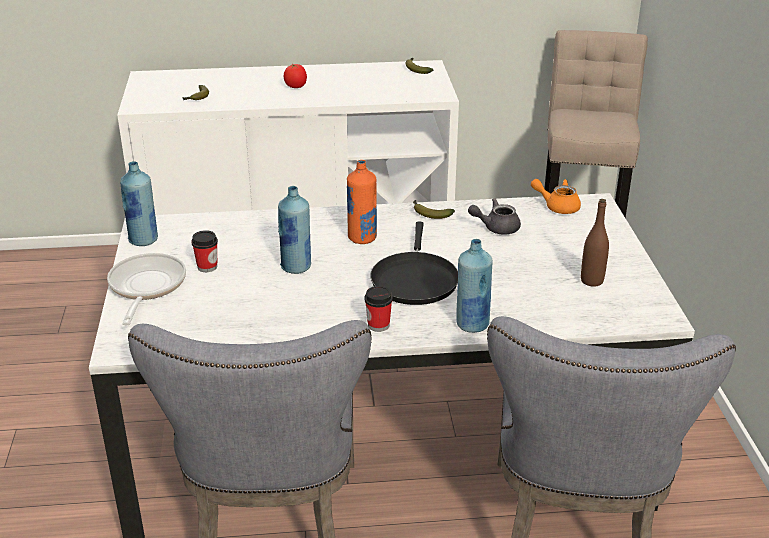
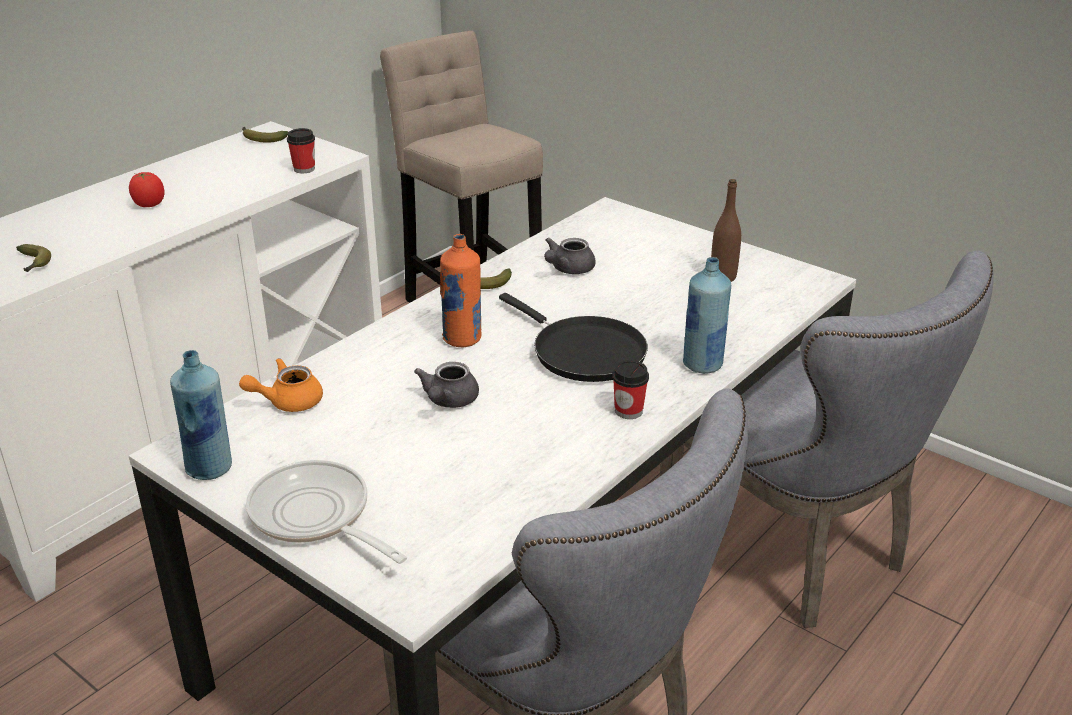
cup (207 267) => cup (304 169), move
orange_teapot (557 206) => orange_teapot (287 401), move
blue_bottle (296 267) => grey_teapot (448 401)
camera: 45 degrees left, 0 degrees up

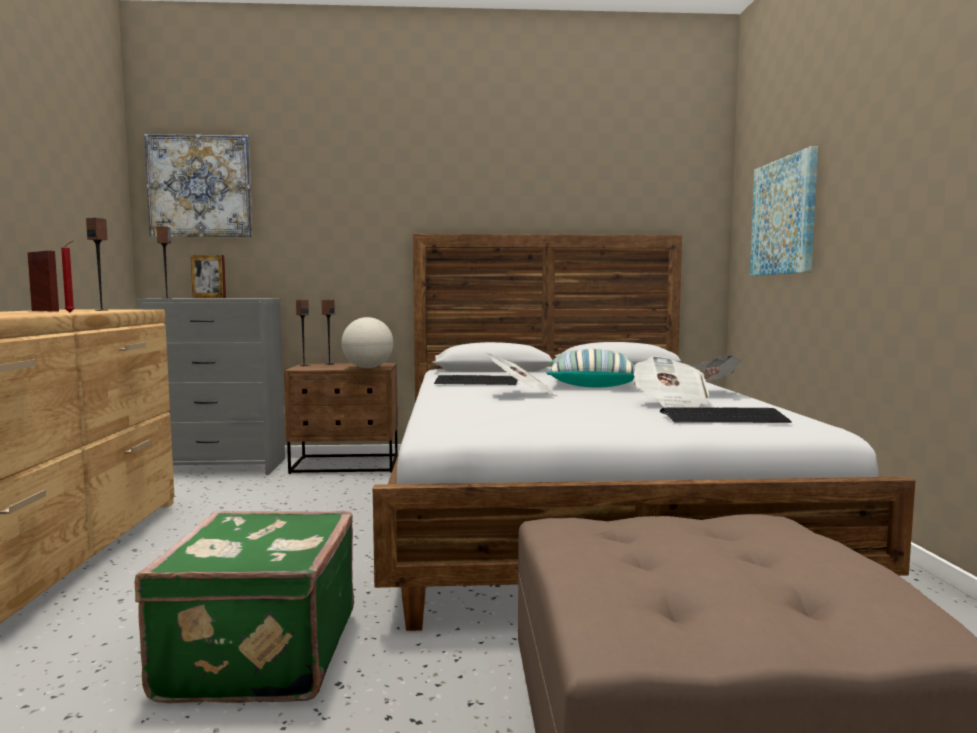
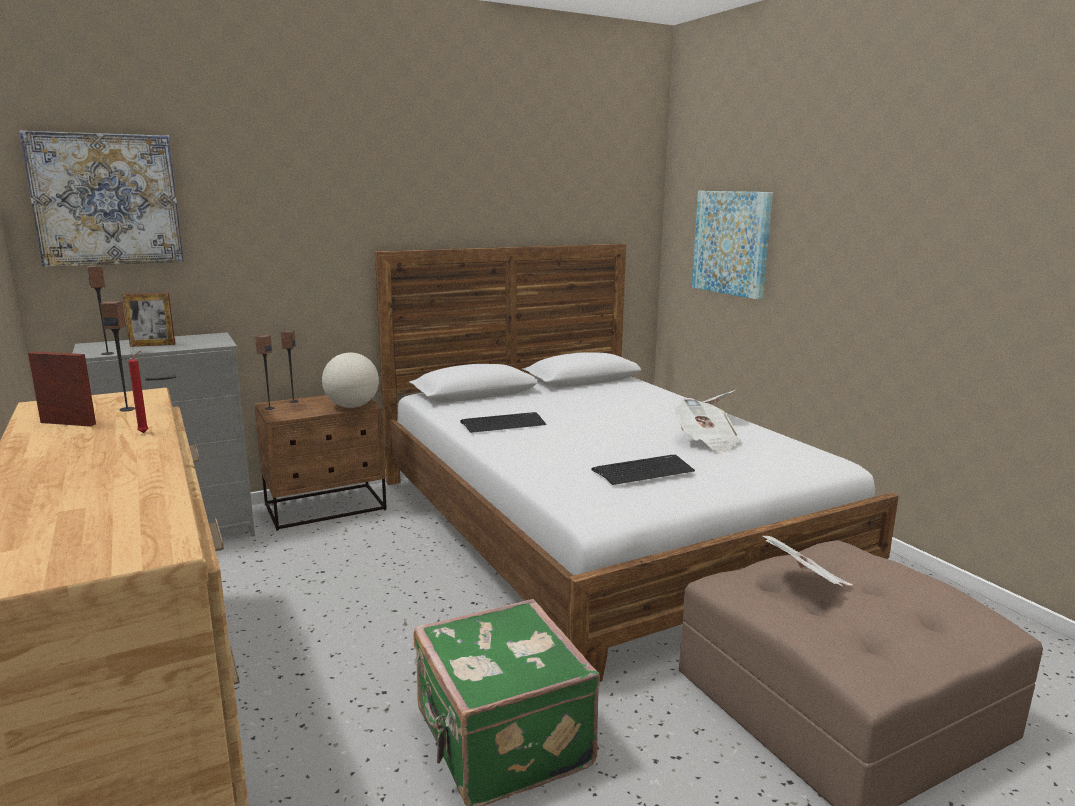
pillow (591 385) => nothing
newspaper (522 394) => newspaper (805 583), move
keyboard (724 418) => keyboard (643 471), move
camera: 25 degrees left, 10 degrees up

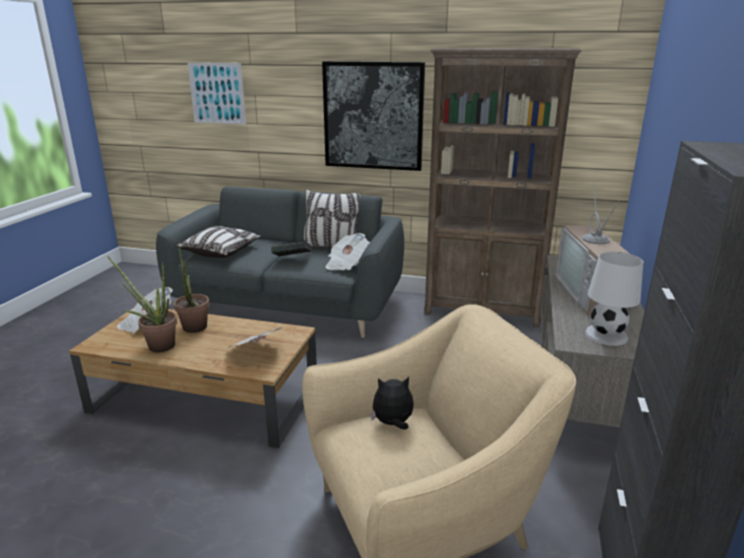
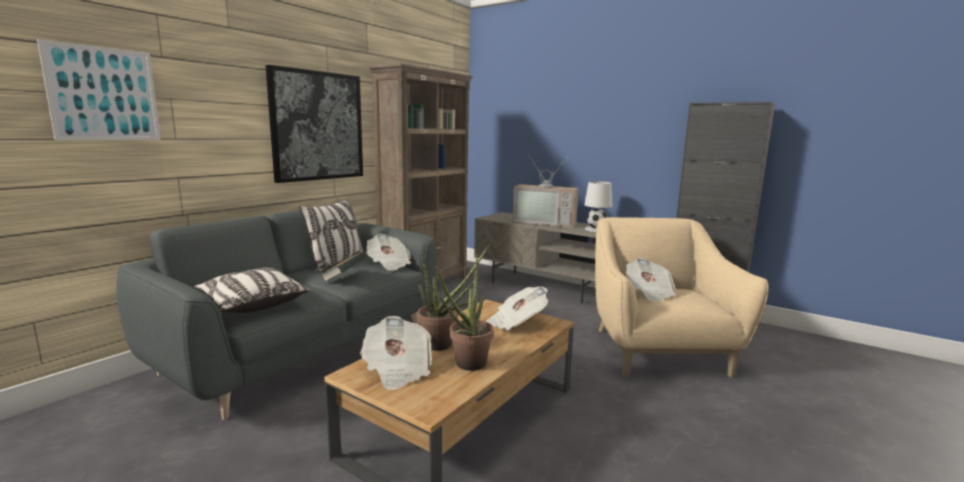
plush_toy (393 424) => newspaper (649 293)
camera: 70 degrees left, 10 degrees down

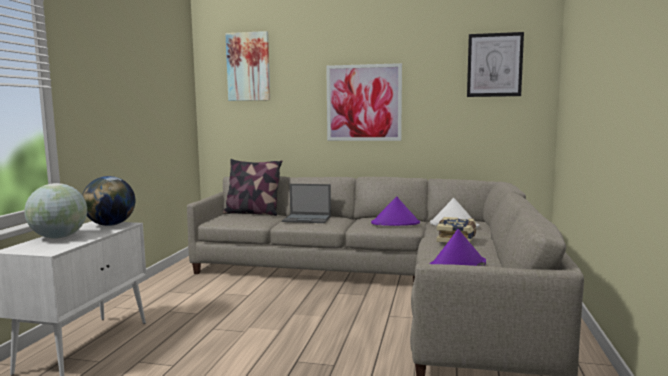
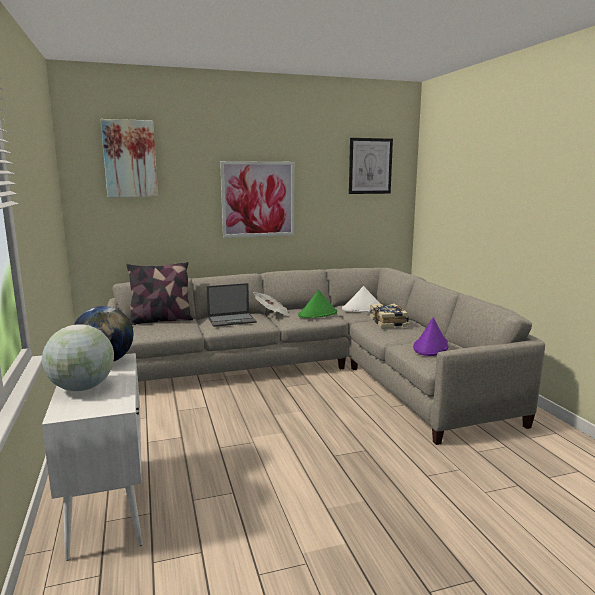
nothing => newspaper (272 313)
purple_hat (395 223) => green_hat (318 314)
camera: 30 degrees left, 5 degrees up

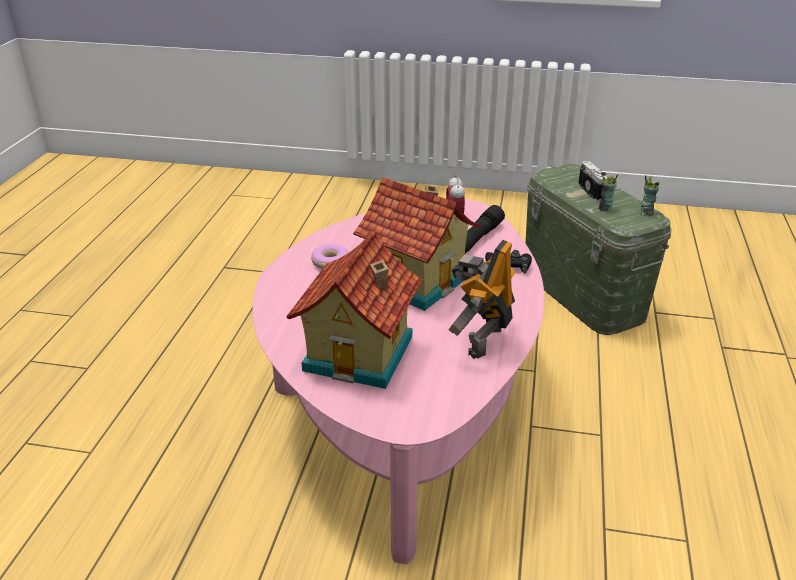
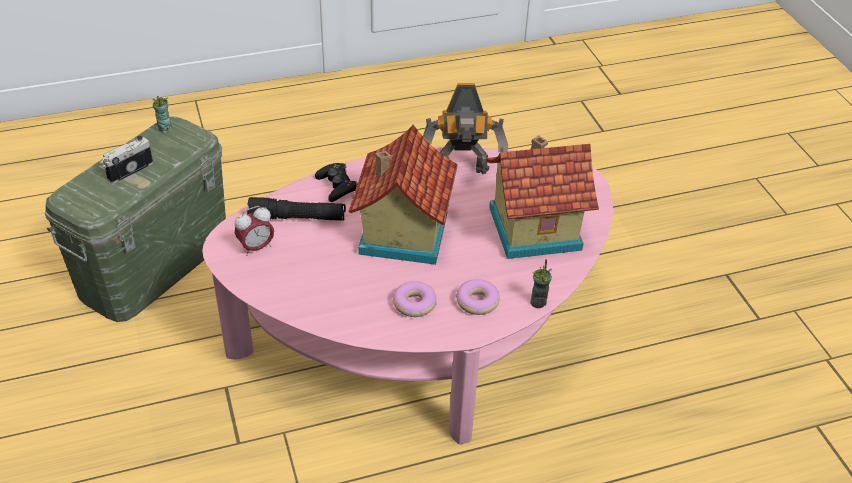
nothing => donut (477 301)
cup (605 209) => cup (538 302), move
camera: 120 degrees left, 10 degrees up

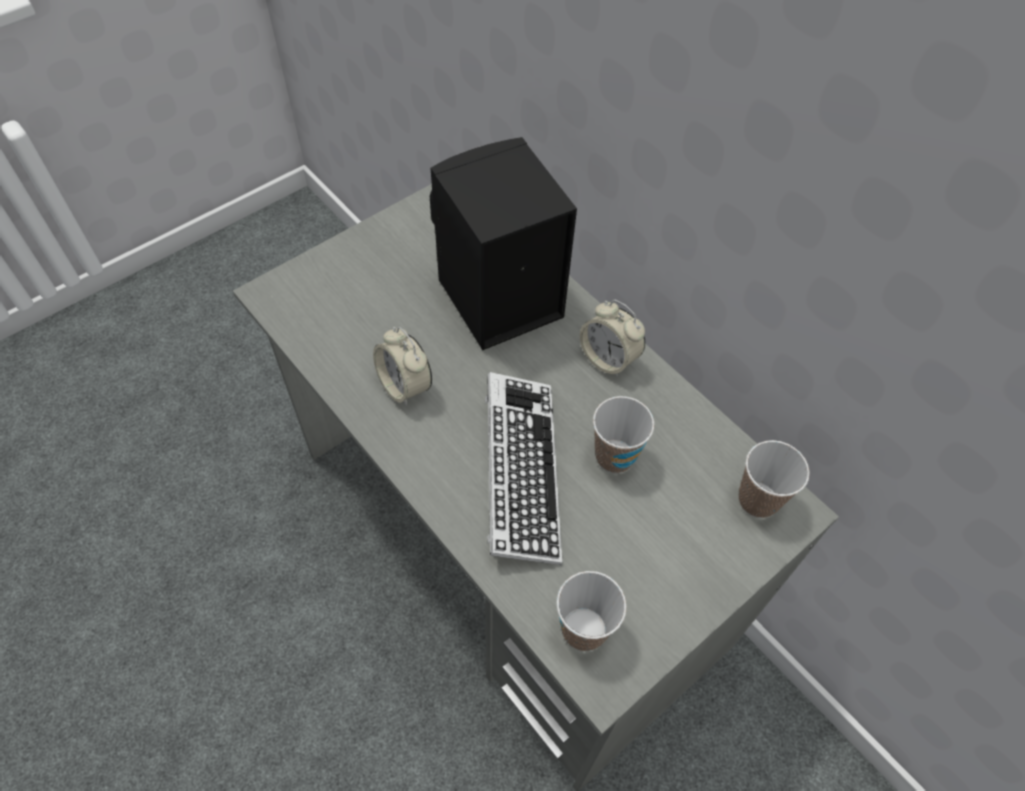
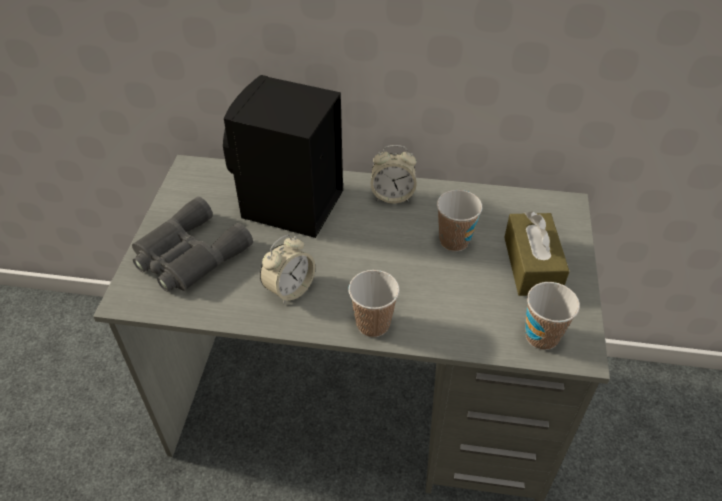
keyboard (520 471) => nothing
nothing => grey_binoculars (188 255)
nothing => brown_tissue_box (531 265)
cup (758 500) => cup (373 324), move
alarm_clock (405 386) => alarm_clock (289 289), 60 degrees counterclockwise
camera: 40 degrees left, 10 degrees down

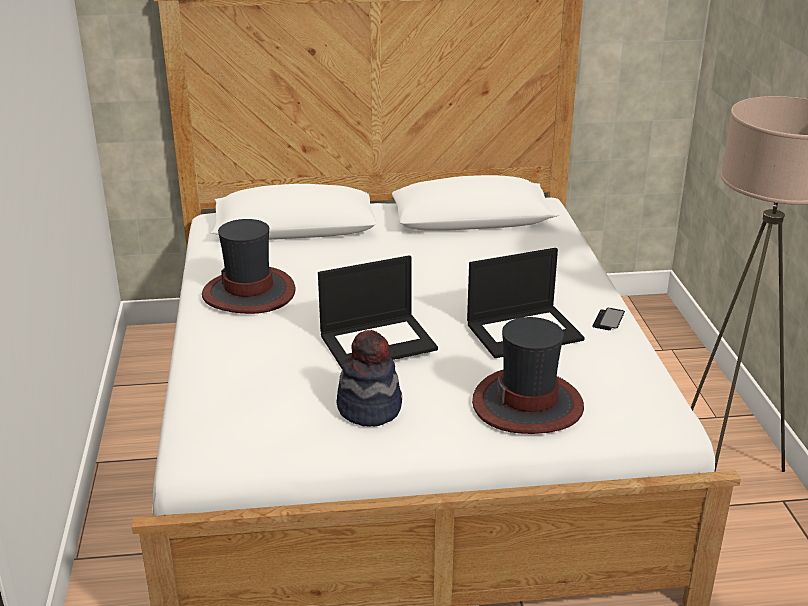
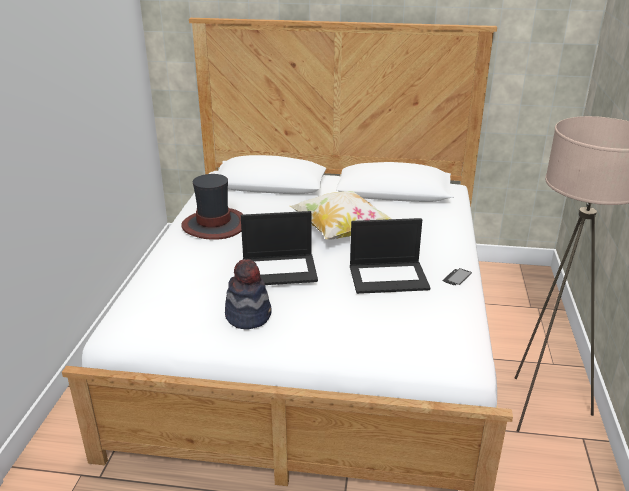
hat (528 404) => nothing
nothing => pillow (340 231)
camera: 15 degrees right, 0 degrees up

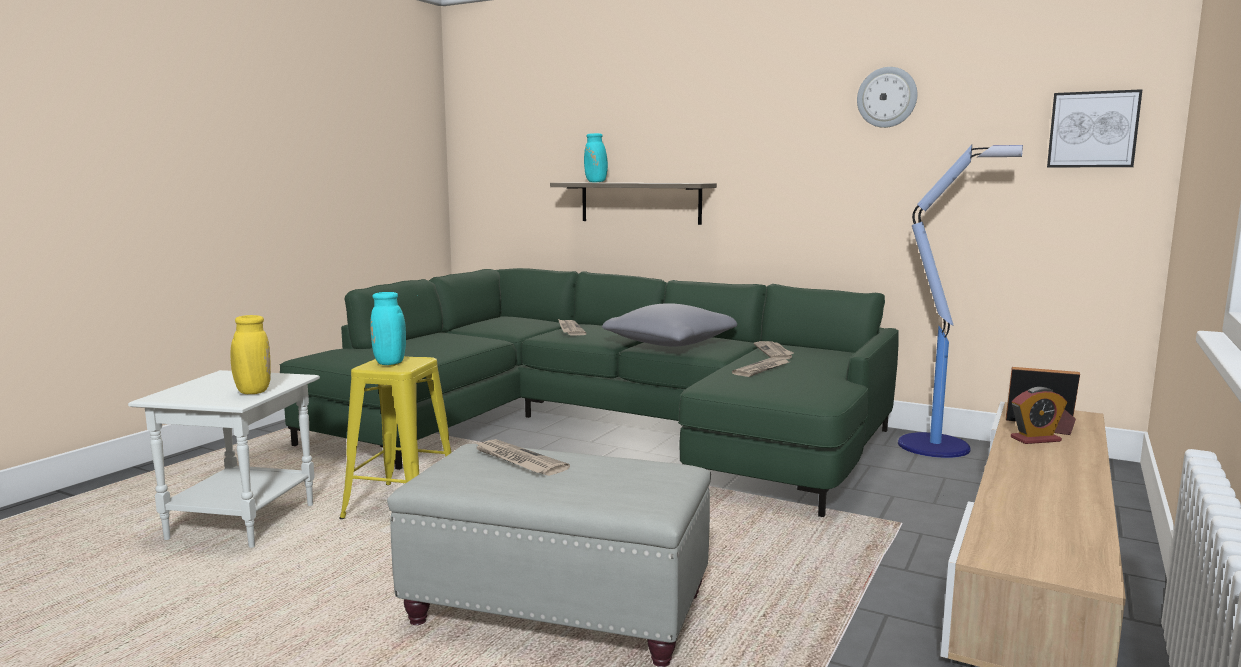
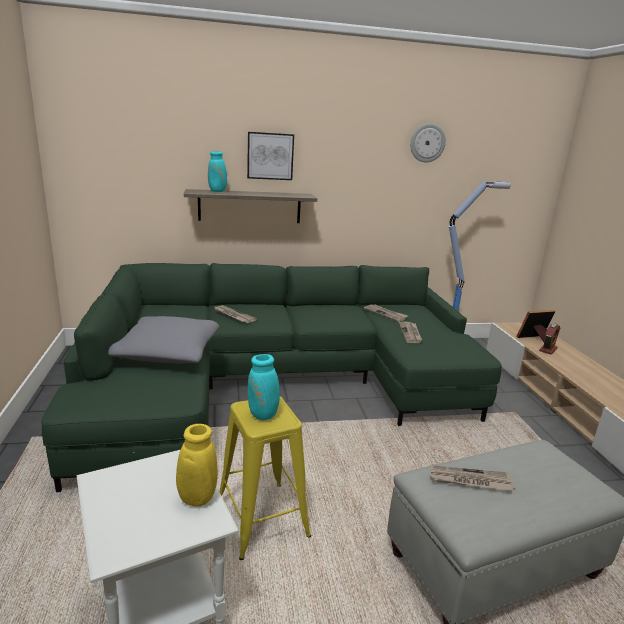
grey_pillow (670 343) => grey_pillow (168 353), move
picture (1093 129) => picture (270 156), move
camera: 40 degrees left, 10 degrees up

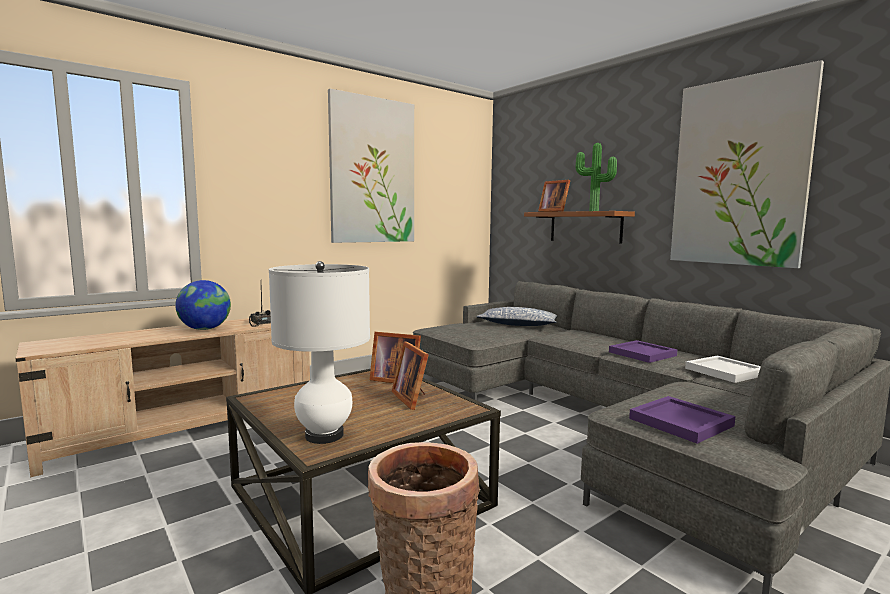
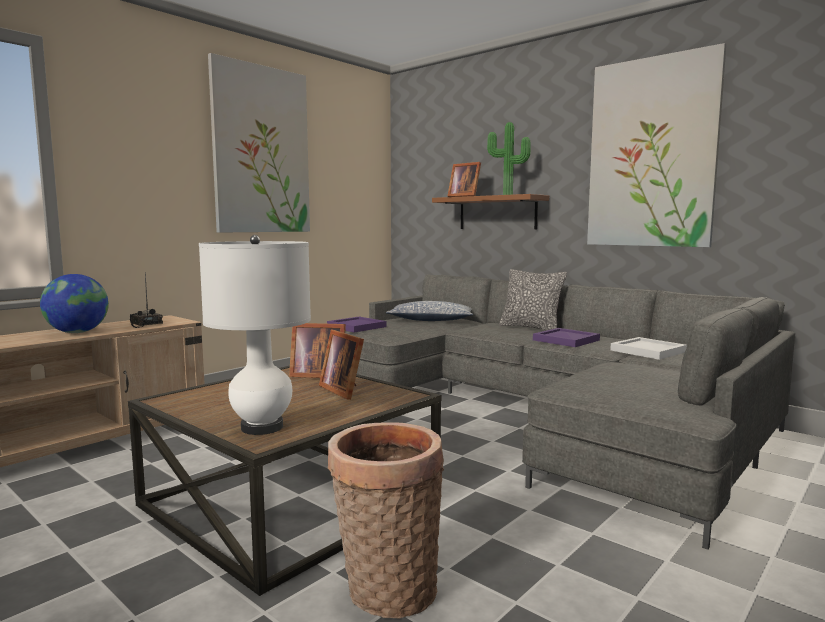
nothing => pillow (531 328)
purple_tray (679 422) => purple_tray (355 327), move
camera: 10 degrees left, 0 degrees up

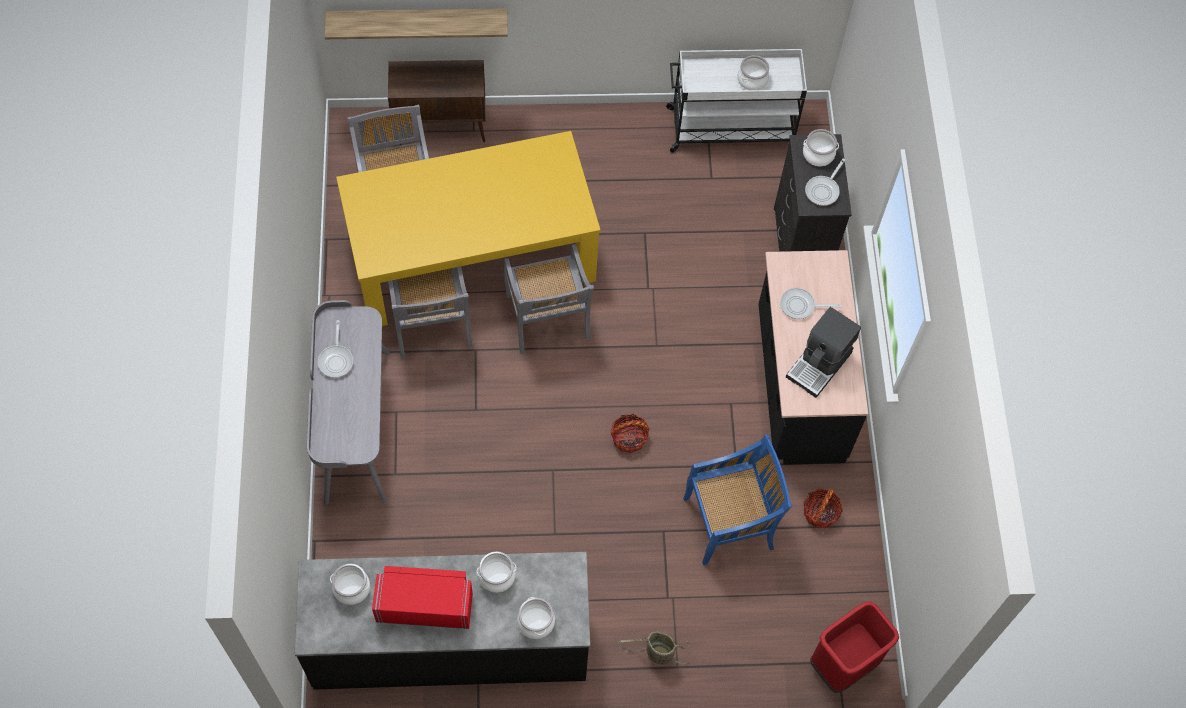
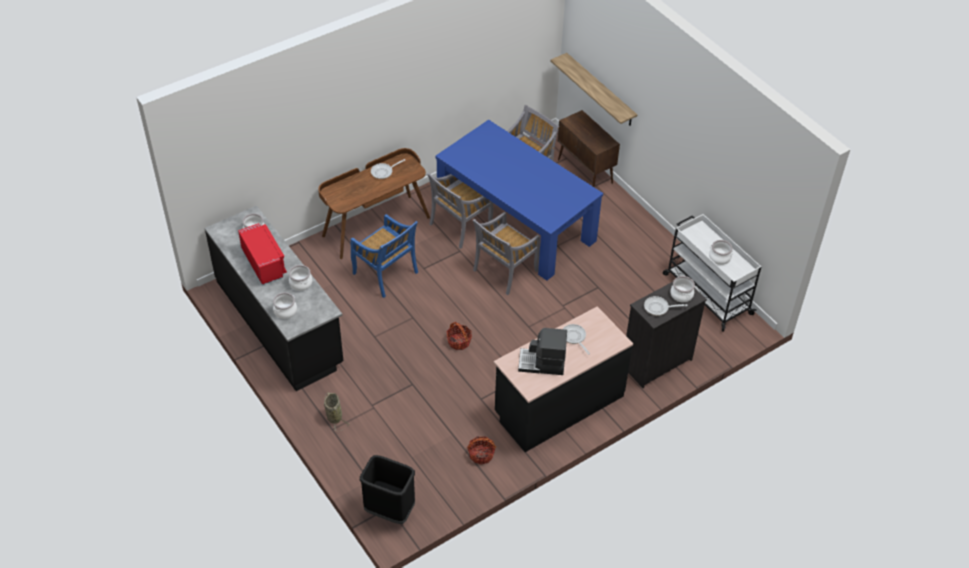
blue_chair (730 522) => blue_chair (386 274), move
grey_desk (355 426) => brown_desk (375 226)
yellow_dining_table (471 256) => blue_dining_table (515 222)
red_trash_can (843 664) => black_trash_can (389 511)
camera: 60 degrees right, 15 degrees down

